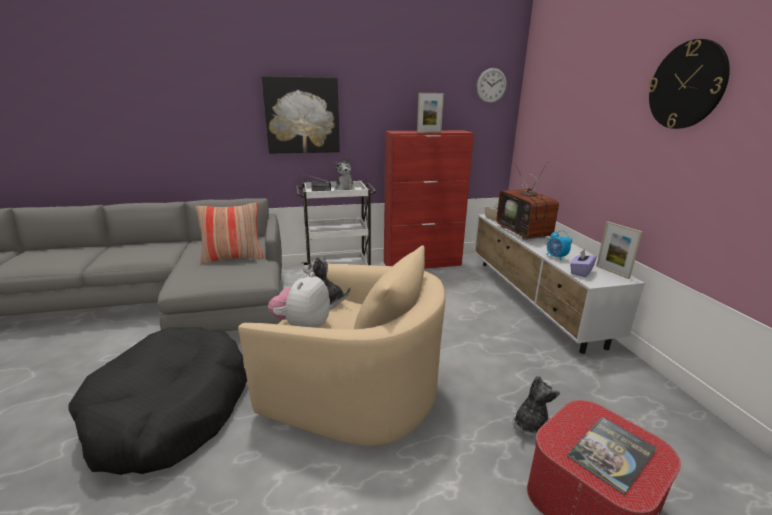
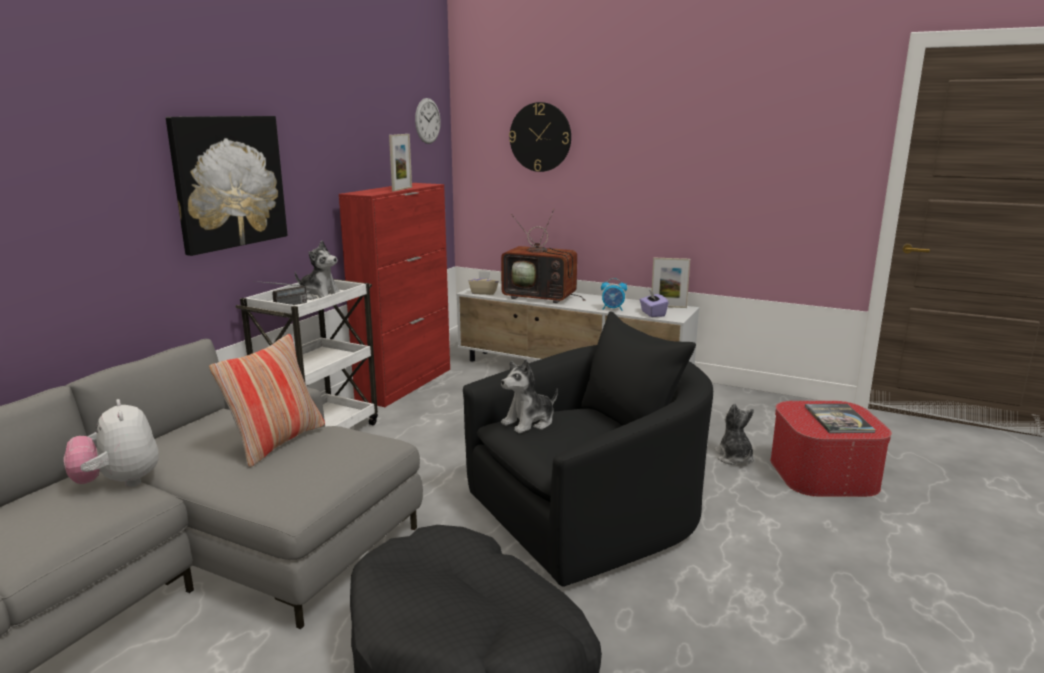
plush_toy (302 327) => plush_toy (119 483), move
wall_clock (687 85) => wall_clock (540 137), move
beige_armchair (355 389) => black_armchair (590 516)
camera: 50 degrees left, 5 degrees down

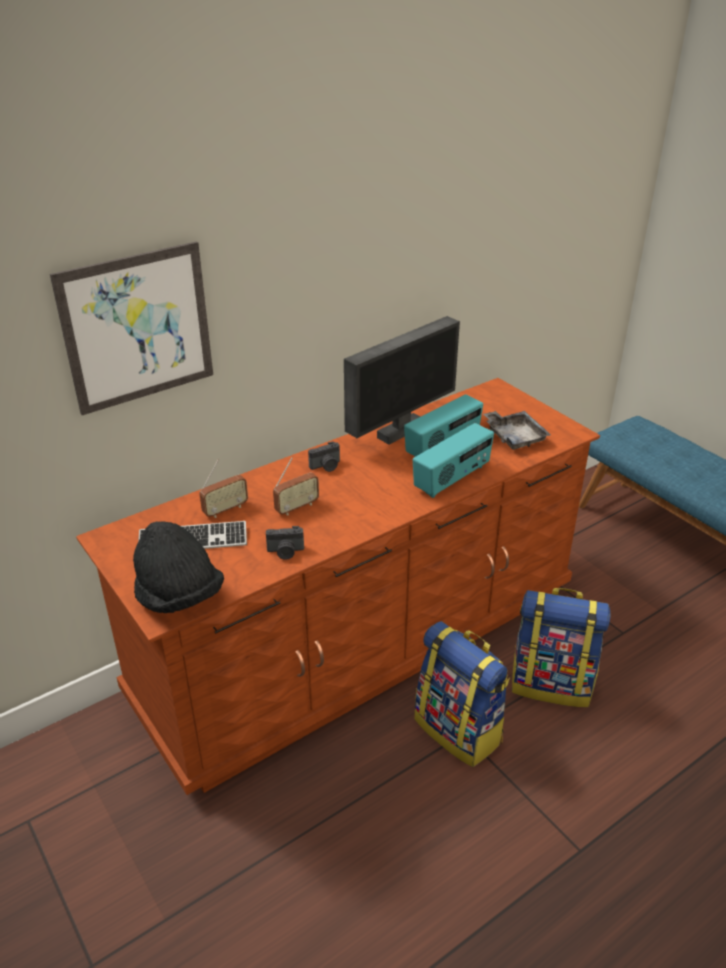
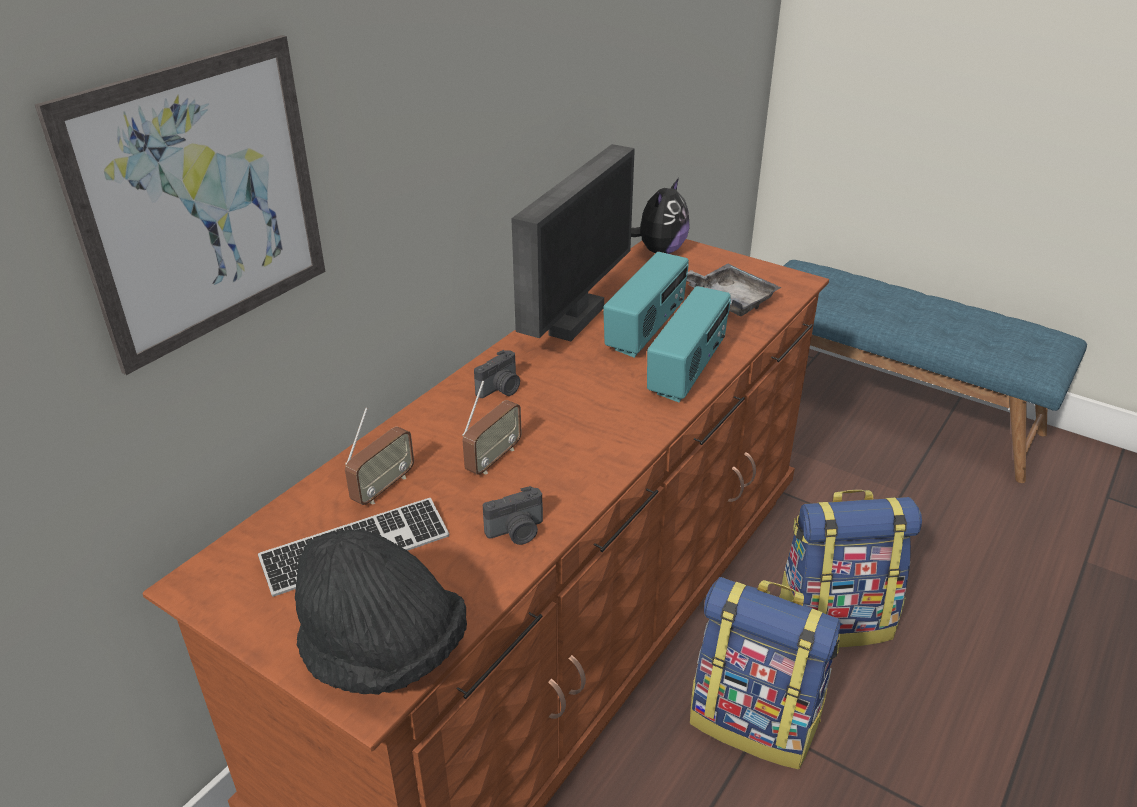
nothing => plush_toy (659 251)
camera: 20 degrees left, 0 degrees up

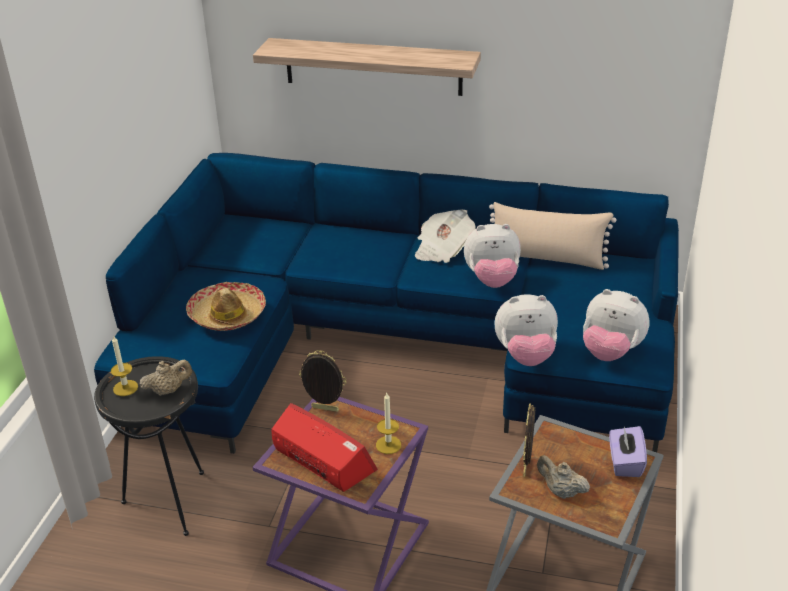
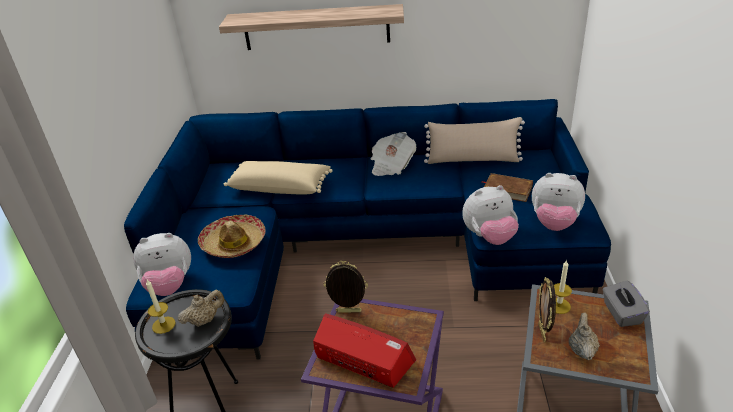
nothing => beige_pillow (280 187)
nothing => brown_book (507 190)
candle (388 445) => candle (559 305), move
plush_toy (492 280) => plush_toy (170 285), move
purple_tissue_box (625 462) => grey_tissue_box (621 313)
beige_teapot (561 491) => beige_teapot (581 350), 75 degrees clockwise
camera: 10 degrees left, 0 degrees up

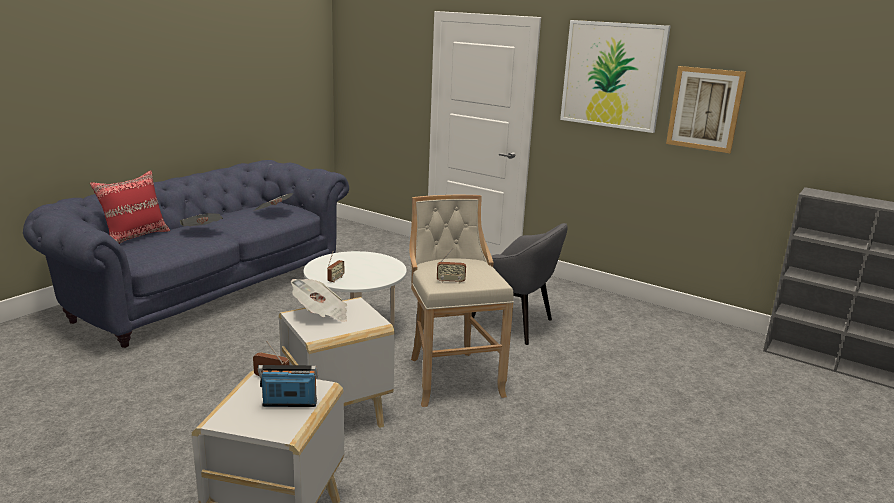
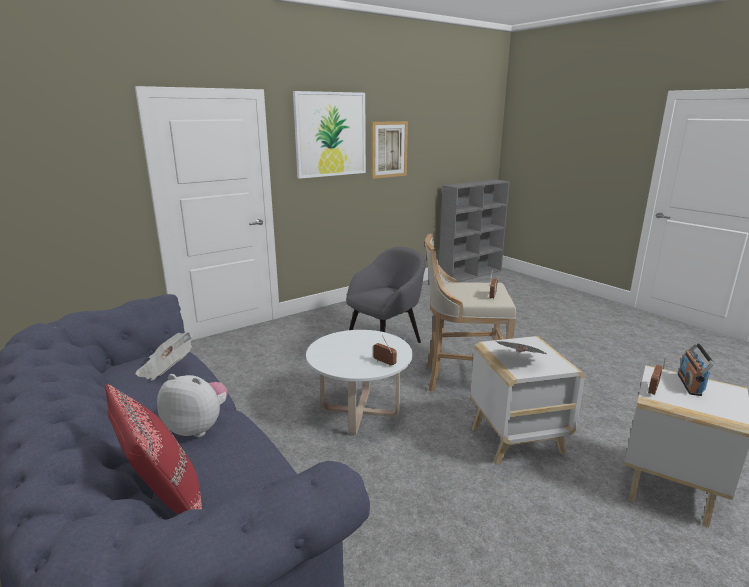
newspaper (202 231) => plush_toy (198 427)
camera: 70 degrees left, 0 degrees up

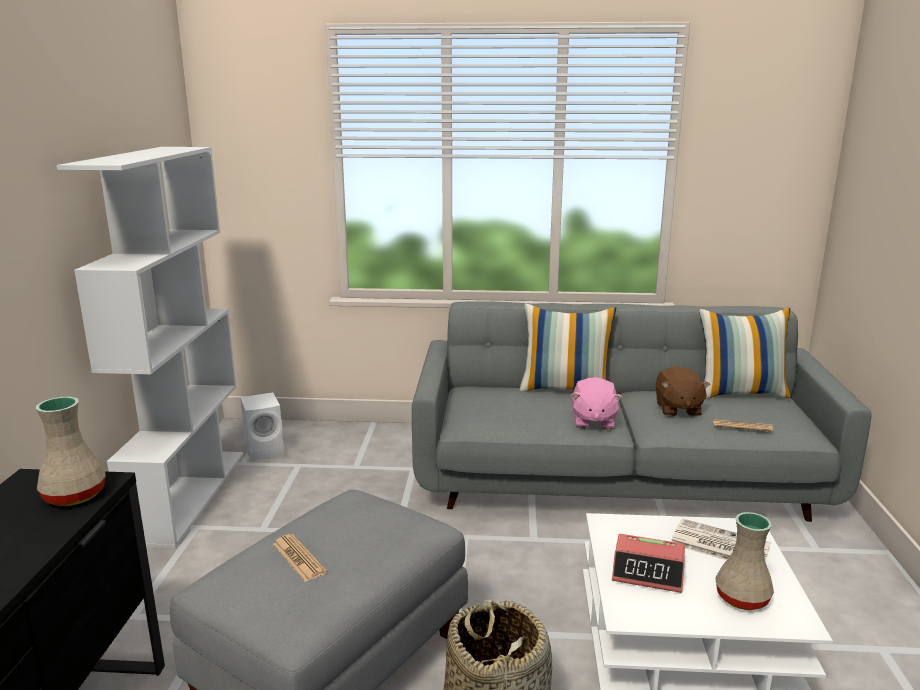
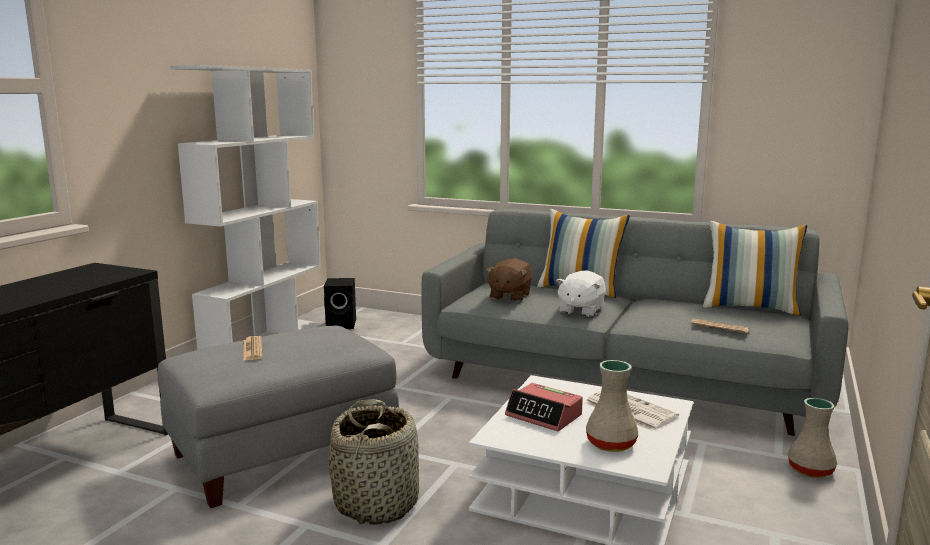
beige_vase (76 495) => beige_vase (811 470), move
brown_plush_toy (677 409) => brown_plush_toy (509 296), move
white_speaker (266 450) => black_speaker (342 325)
pink_plush_toy (593 421) => white_plush_toy (580 310)
camera: 20 degrees right, 5 degrees down

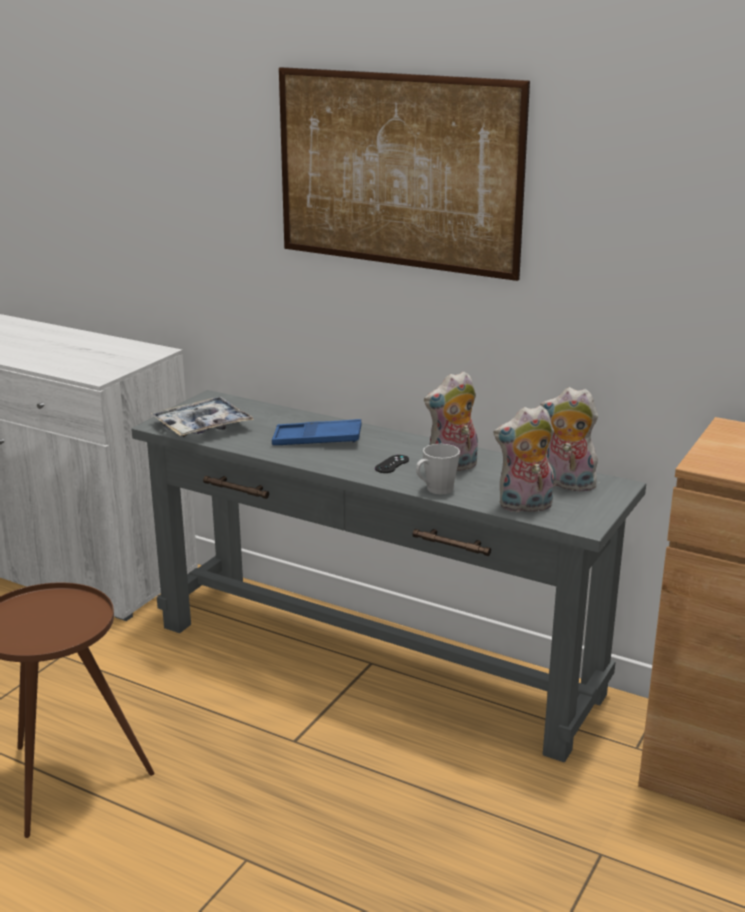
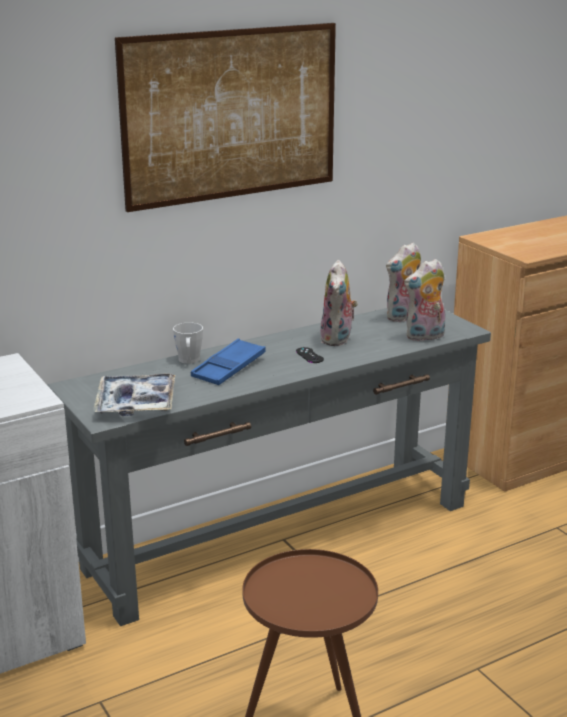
grey_mug (435 490) => grey_mug (189 361), move
plush_toy (524 507) => plush_toy (425 337), 45 degrees clockwise
camera: 60 degrees left, 0 degrees up

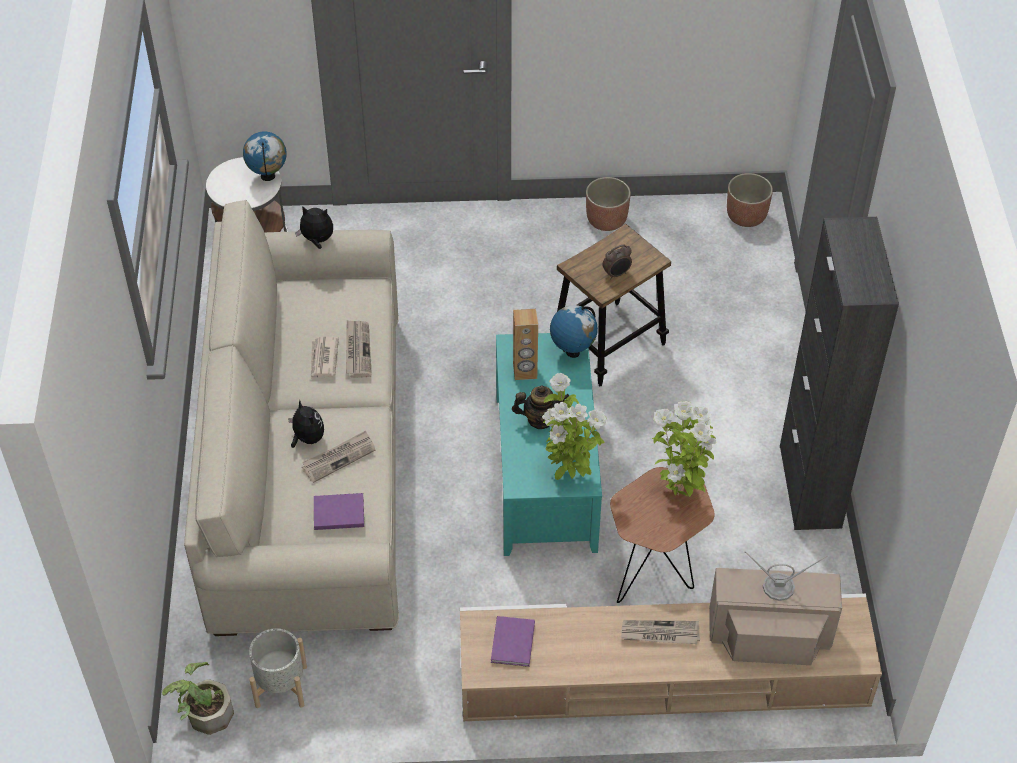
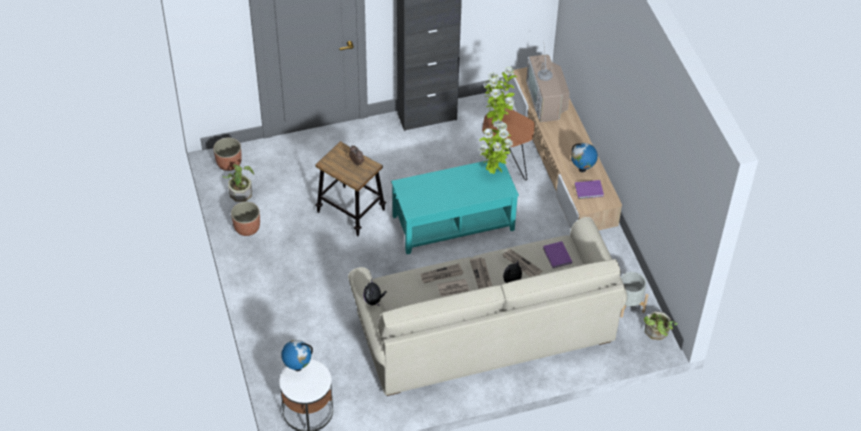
teapot (540 419) => nothing
brown_speaker (525 372) => nothing
nothing => potted_plant (240 190)
globe (572 352) => globe (582 169), move
newspaper (659 634) => newspaper (482 275), move
camera: 105 degrees left, 0 degrees up

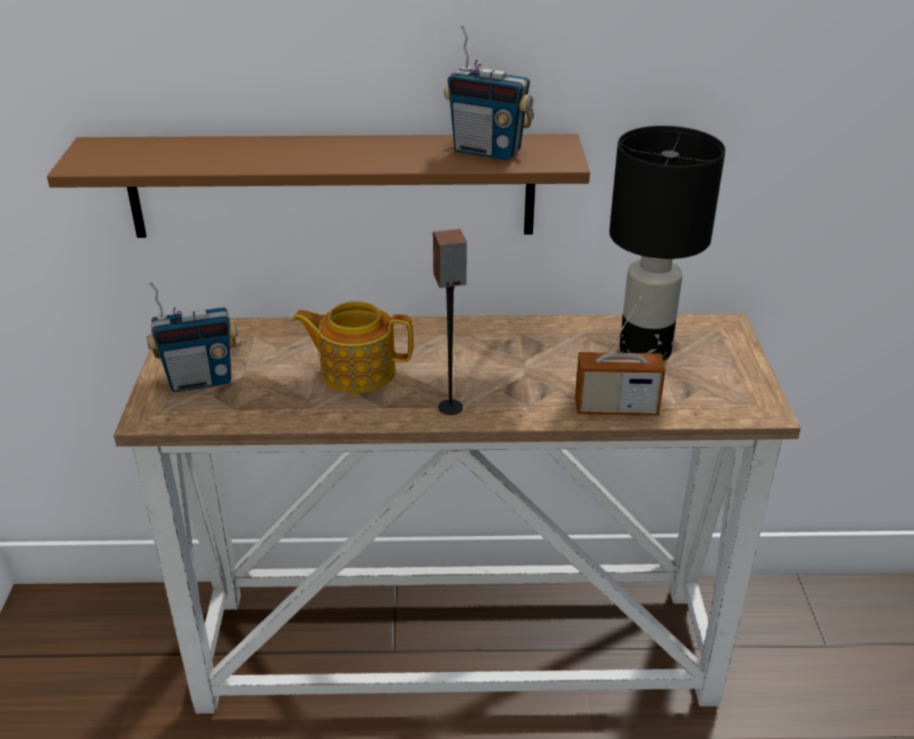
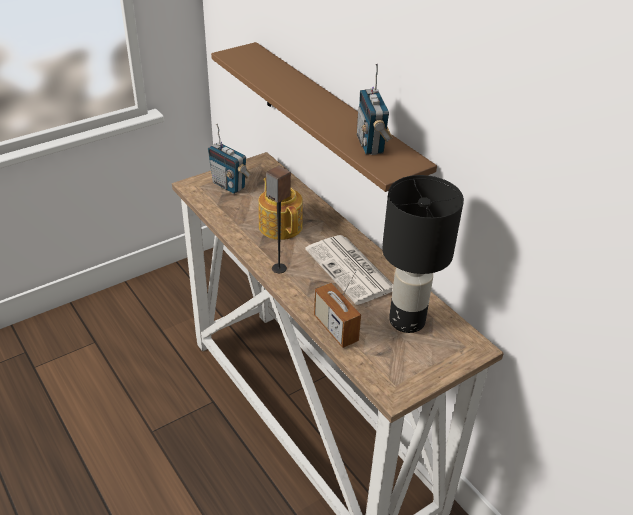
nothing => newspaper (351 270)
camera: 55 degrees right, 5 degrees up

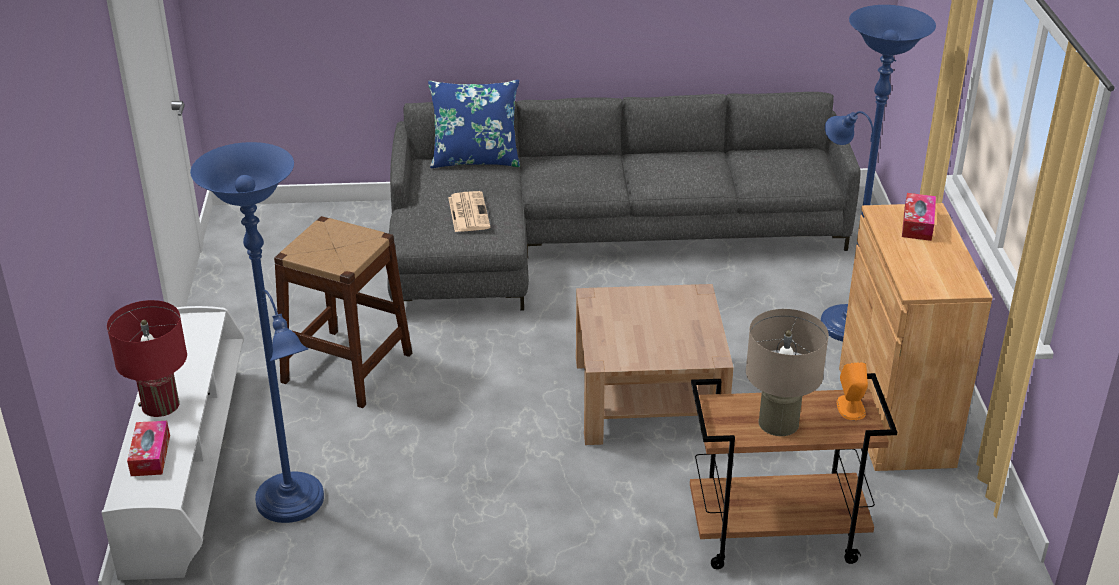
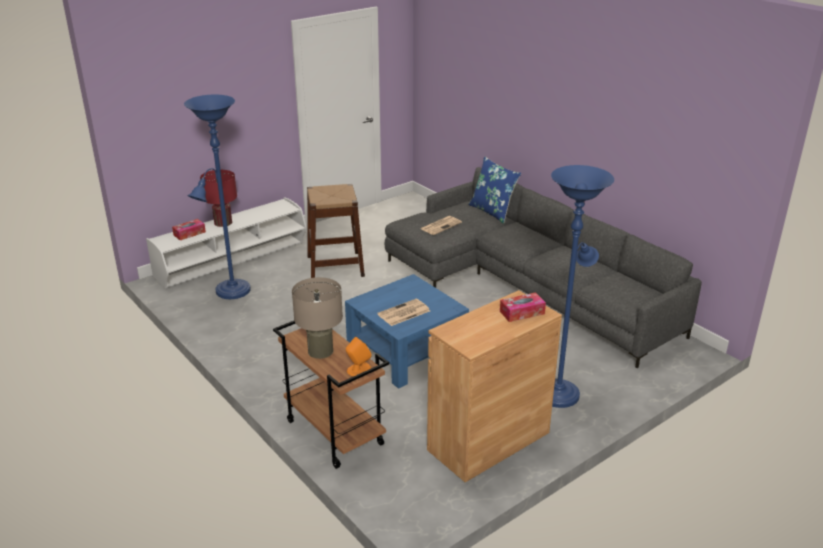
nothing => newspaper (403 313)
brown_coffee_table (648 397) => blue_coffee_table (406 351)
camera: 55 degrees right, 5 degrees down

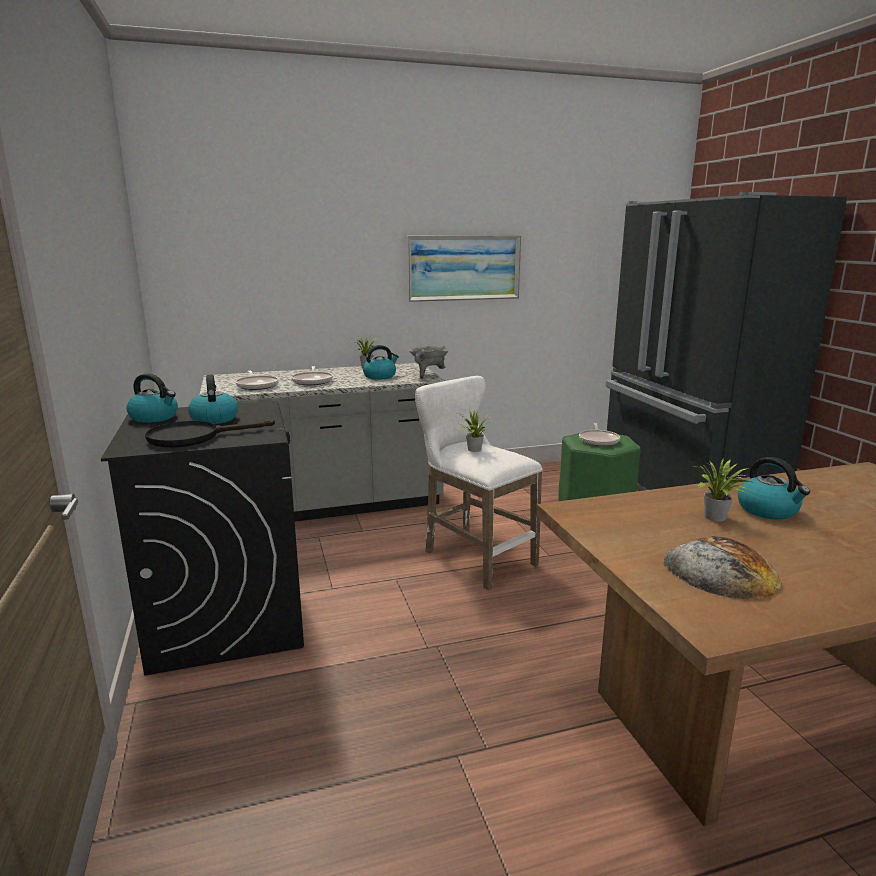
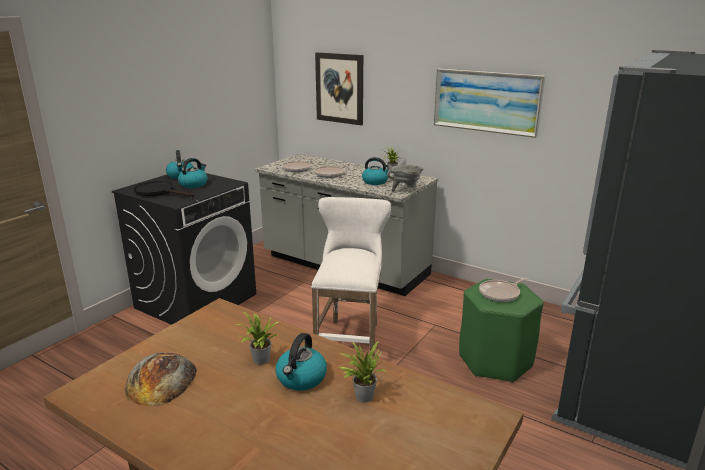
nothing => picture (339 88)
potted_plant (472 450) => potted_plant (362 395), move
camera: 50 degrees right, 5 degrees up

